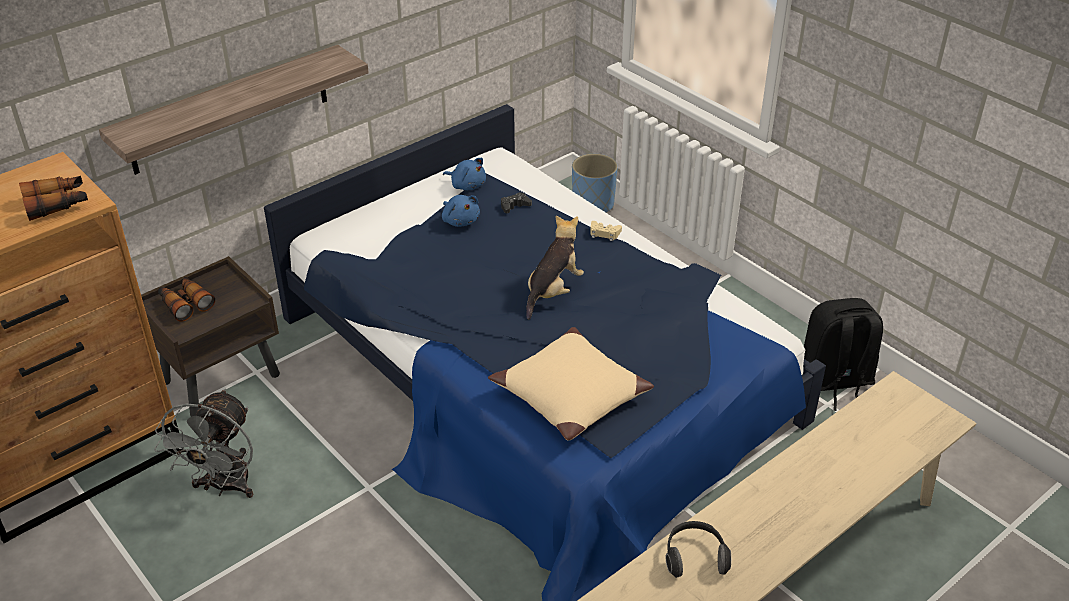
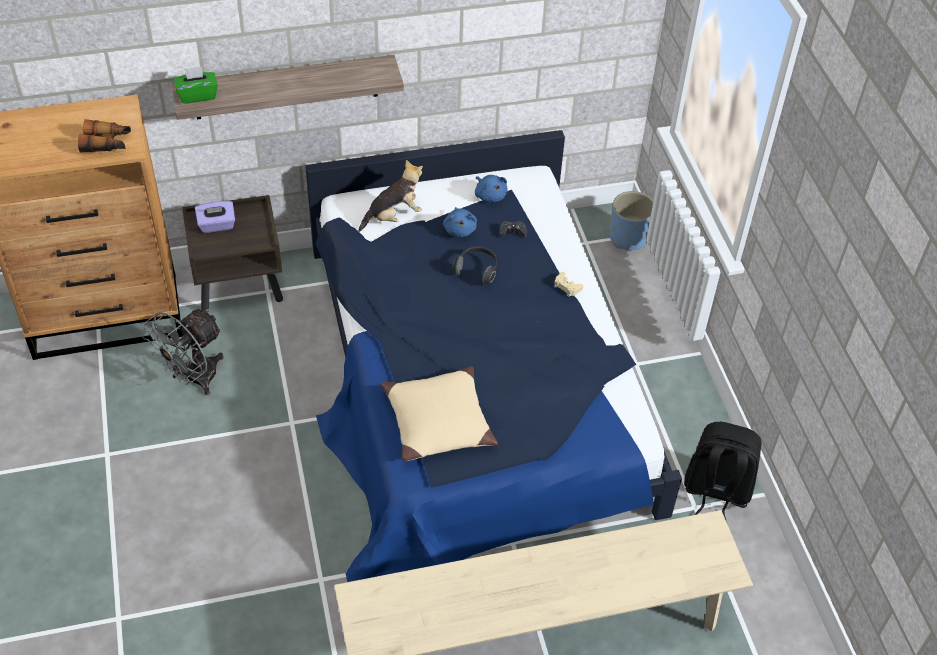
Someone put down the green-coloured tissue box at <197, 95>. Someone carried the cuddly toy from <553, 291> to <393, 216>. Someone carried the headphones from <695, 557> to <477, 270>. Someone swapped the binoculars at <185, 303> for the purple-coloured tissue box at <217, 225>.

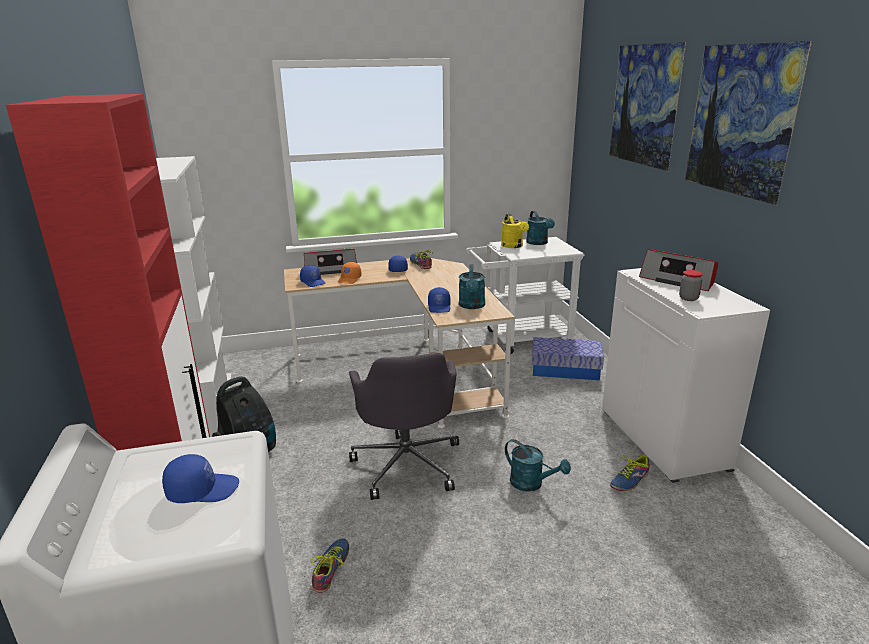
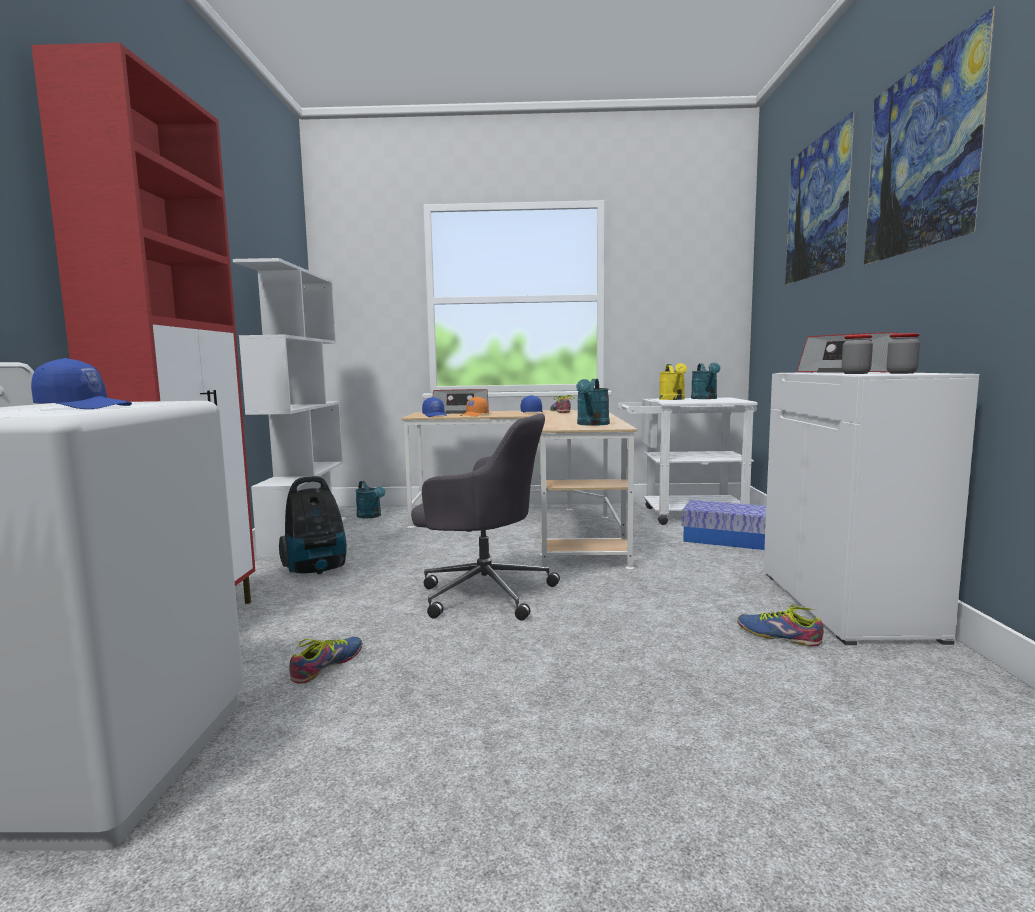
Someone took away the blue peaked cap at <439, 307>. Someone put down the preserve jar at <901, 373>. Someone carried the turquoise-coloured watering pot from <532, 484> to <371, 516>. Someone rotated the grey computer chair at <407, 463> by 75 degrees counterclockwise. Someone rotated the shoe at <630, 480> by 60 degrees clockwise.

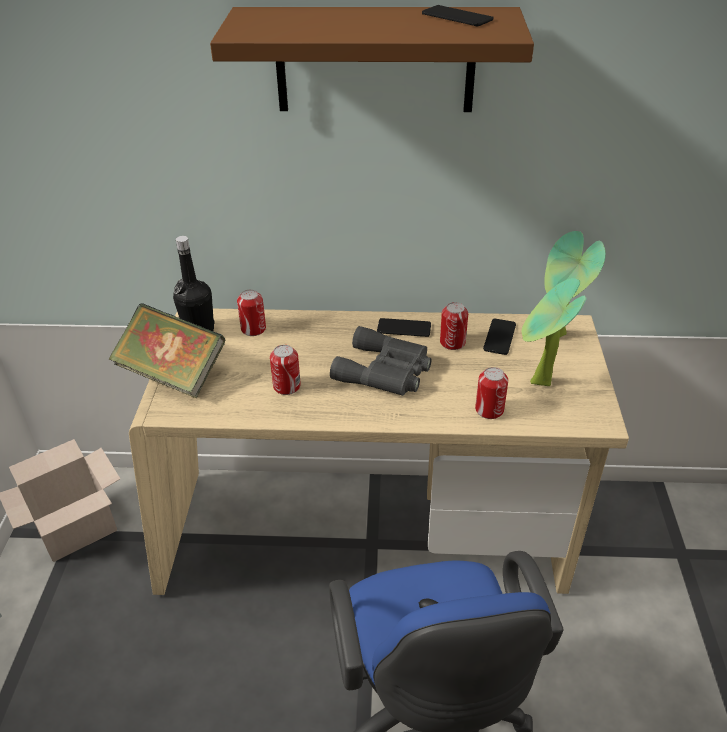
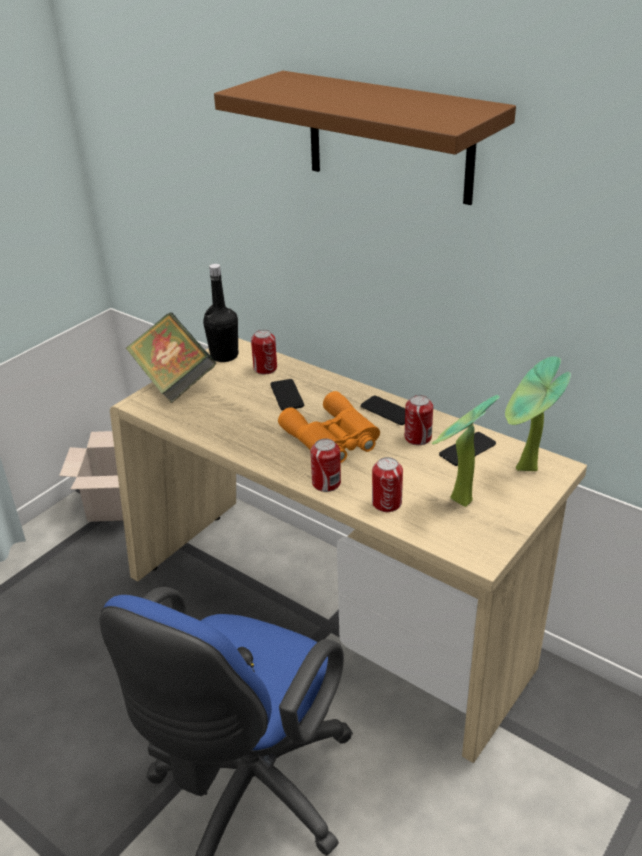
Someone carried the metal can from <287, 386> to <326, 483>. Someone carried the phone from <457, 17> to <287, 395>. Someone repainted the grey binoculars at <385, 371>, which became the orange binoculars at <333, 438>.

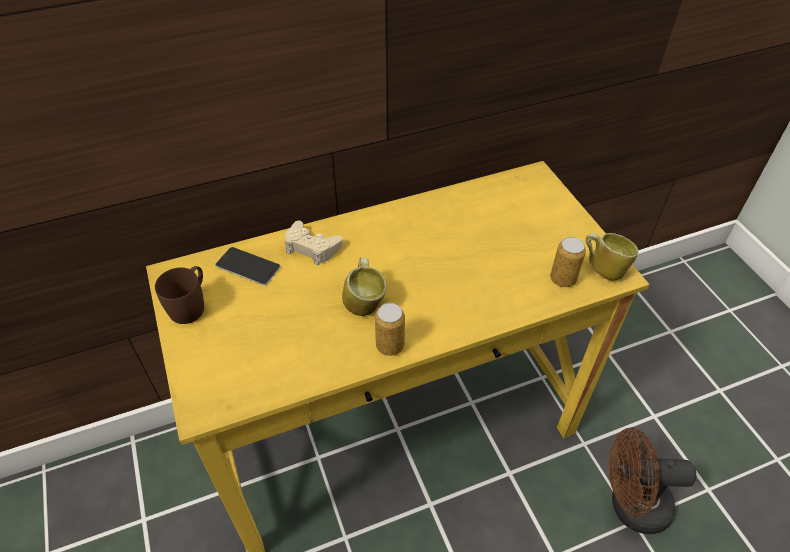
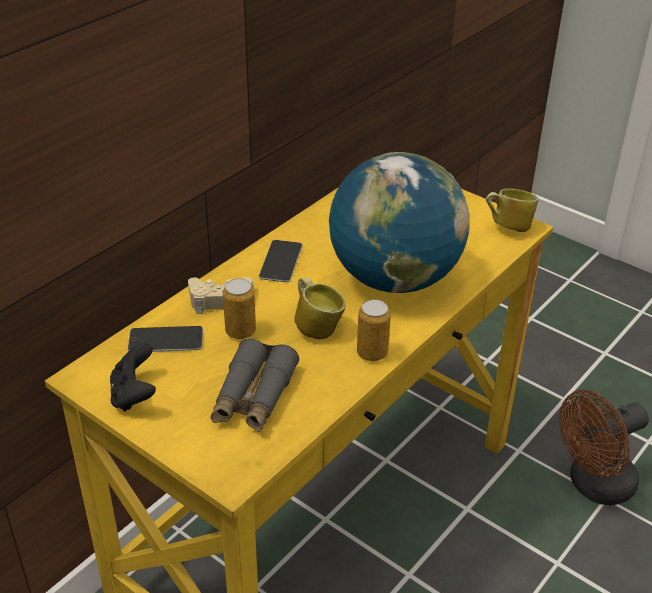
Someone put down the grey binoculars at <253, 397>. Someone put down the phone at <281, 261>. Someone put down the world globe at <394, 279>. Someone carried the metal can from <562, 279> to <240, 331>. Someone swapped the brown-coloured coffee mug at <191, 305> for the black-coloured game controller at <134, 395>.

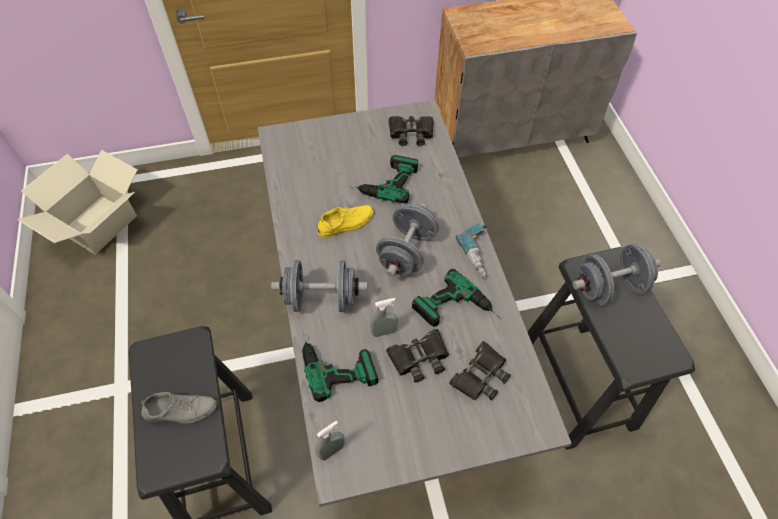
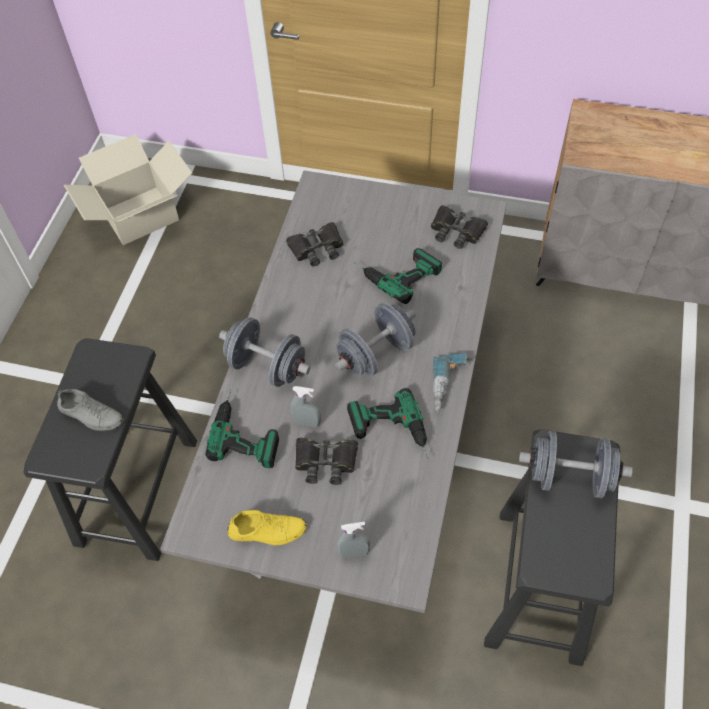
Someone carried the grey spray bottle from <331, 451> to <354, 553>. Someone carried the yellowish shoe from <346, 223> to <267, 531>. Someone carried the black-coloured binoculars from <480, 375> to <317, 248>.

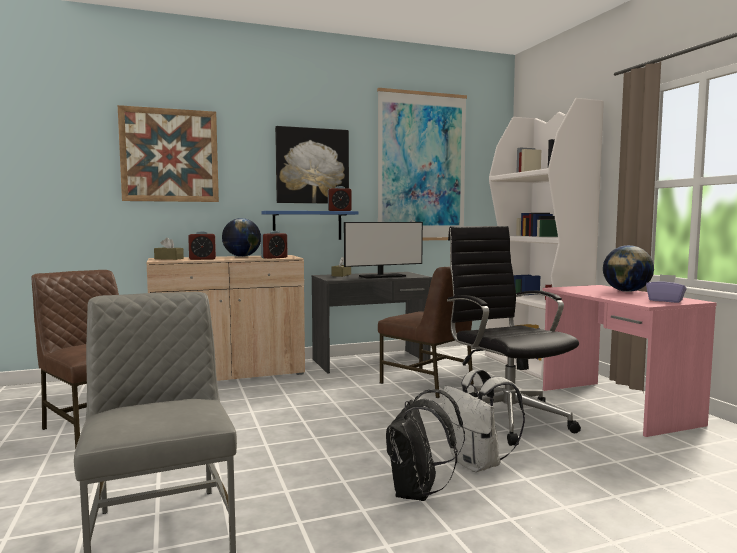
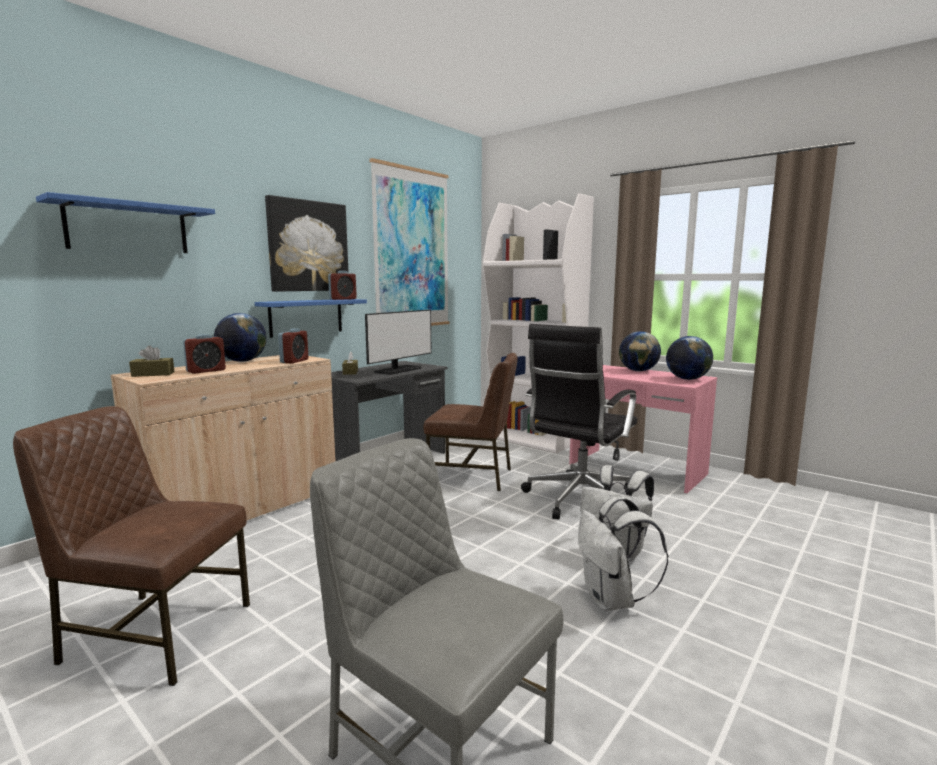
Someone swapped the wall picture at <170, 155> for the blue wall shelf at <128, 228>. Someone swapped the purple-coloured tissue box at <665, 300> for the world globe at <687, 379>. Someone repainted the black-coloured knapsack at <418, 493>, which became the white-coloured knapsack at <612, 600>. Someone rotated the black-coloured computer chair at <505, 418> by 90 degrees counterclockwise.

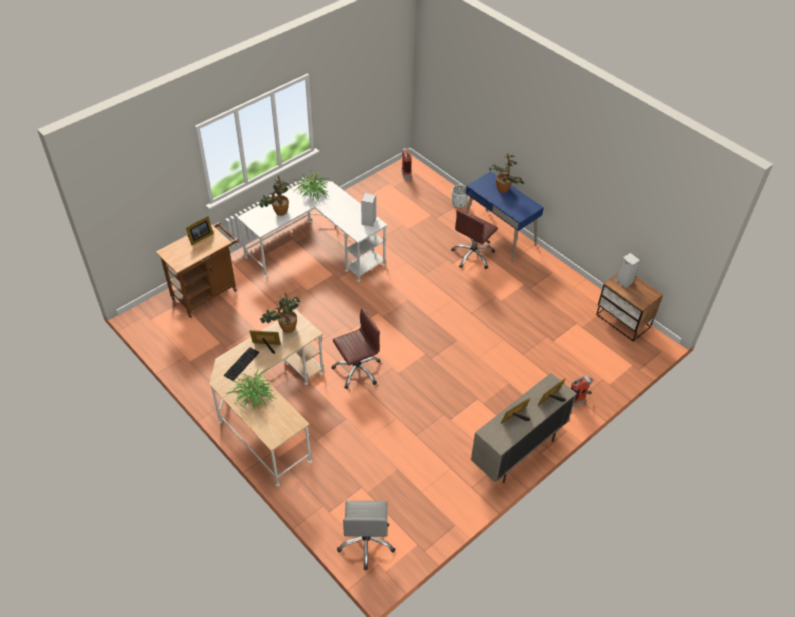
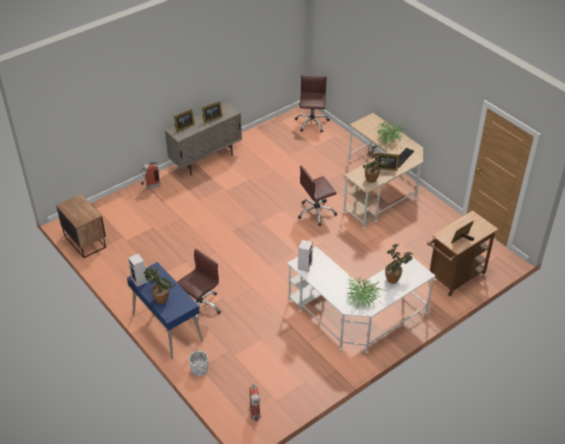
Someone carried the speaker from <623, 281> to <140, 281>. Someone repainted the grey computer chair at <366, 542>, which became the brown-coloured computer chair at <311, 123>.

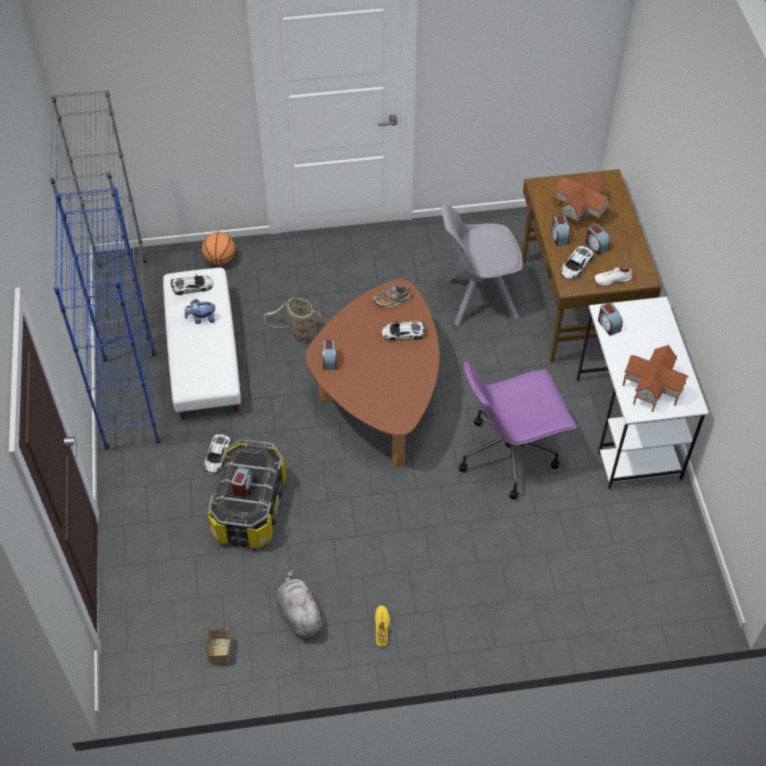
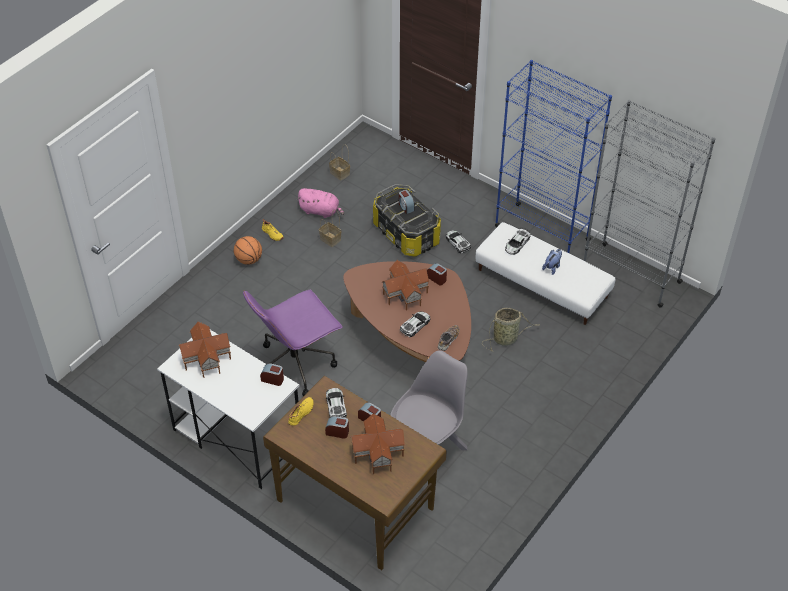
Someone put down the household basket at <331, 239>. Someone put down the toy house at <405, 293>. Someone carried the miniature car from <192, 287> to <517, 244>. Someone carried the basketball ball from <220, 259> to <249, 260>. Someone repainted the grey cuddly toy at <299, 614>, which became the pink cuddly toy at <321, 211>. Someone repainted the white-coloured shoe at <611, 279>, which became the yellowish shoe at <302, 414>. Someone rotated the purple-coloured computer chair at <509, 454> by 150 degrees counterclockwise.

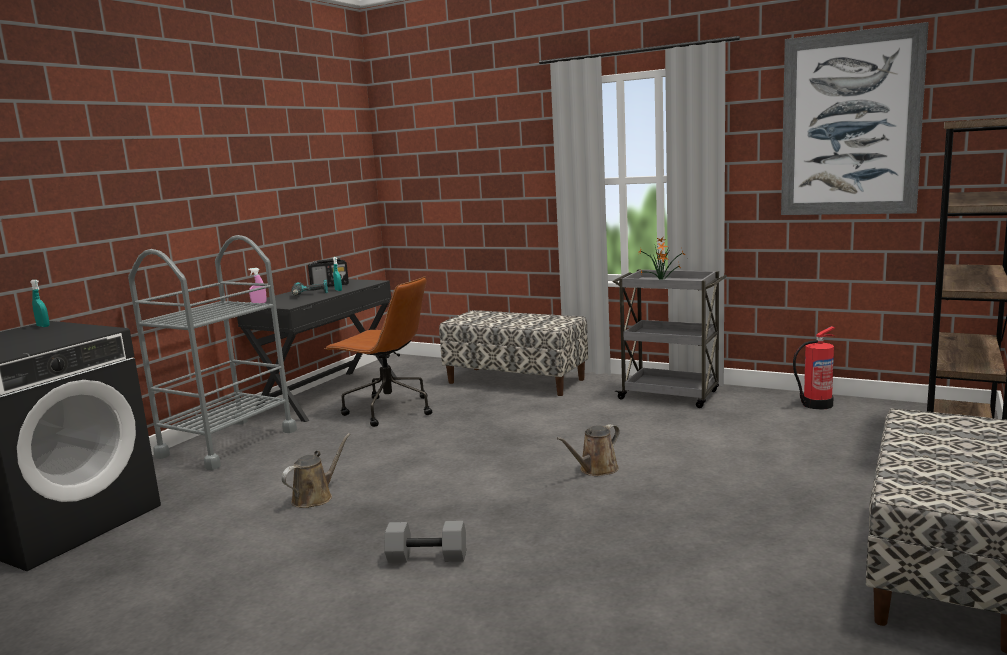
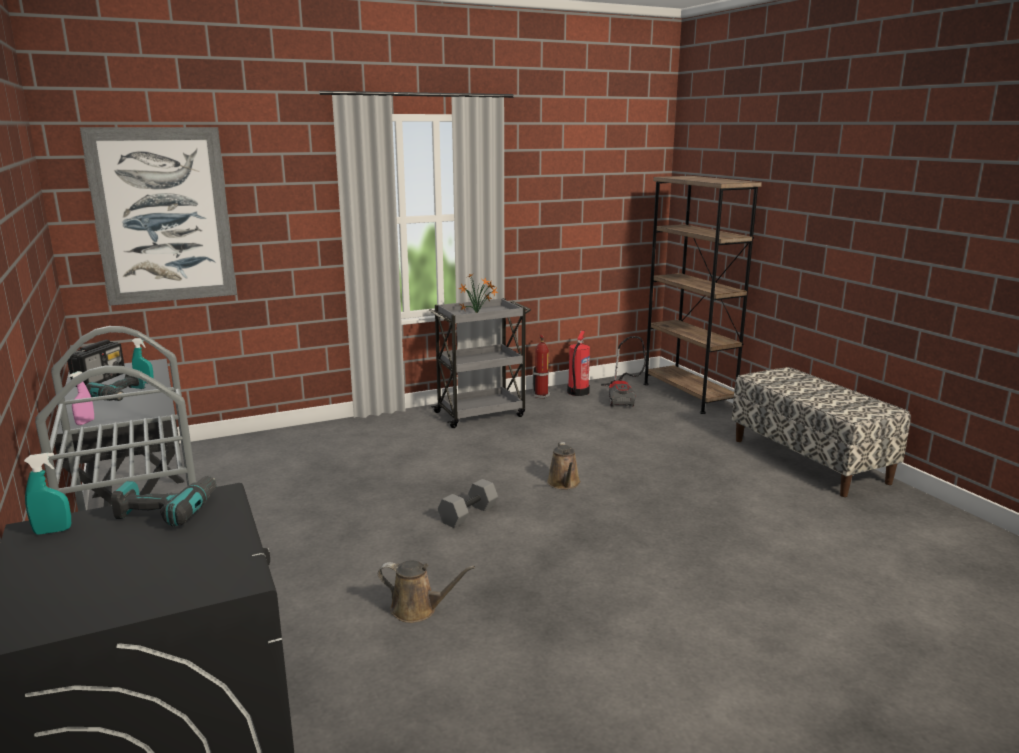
Someone took away the brown-coloured computer chair at <388, 410>. Someone took away the indoor bench at <516, 381>. Someone put down the power drill at <167, 510>. Someone put down the fire extinguisher at <541, 396>. Someone put down the vacuum cleaner at <621, 398>. Someone carried the grey hand weight from <428, 556> to <468, 514>. Someone carried the wall picture from <850, 125> to <163, 216>. Someone rotated the brown-coloured watering pot at <315, 497> by 120 degrees clockwise.

